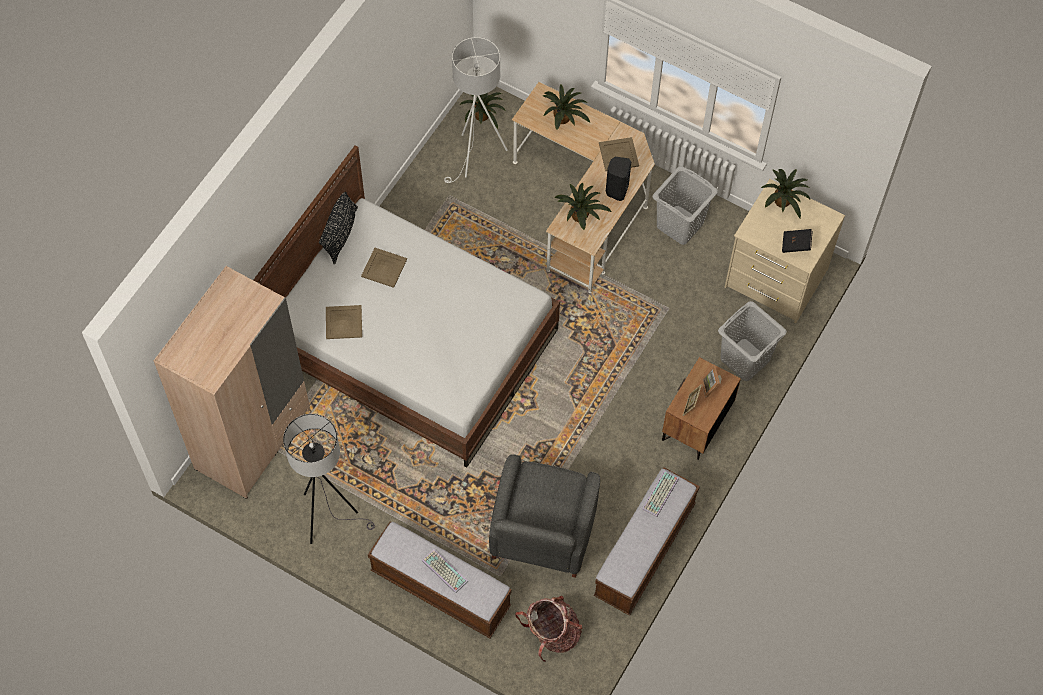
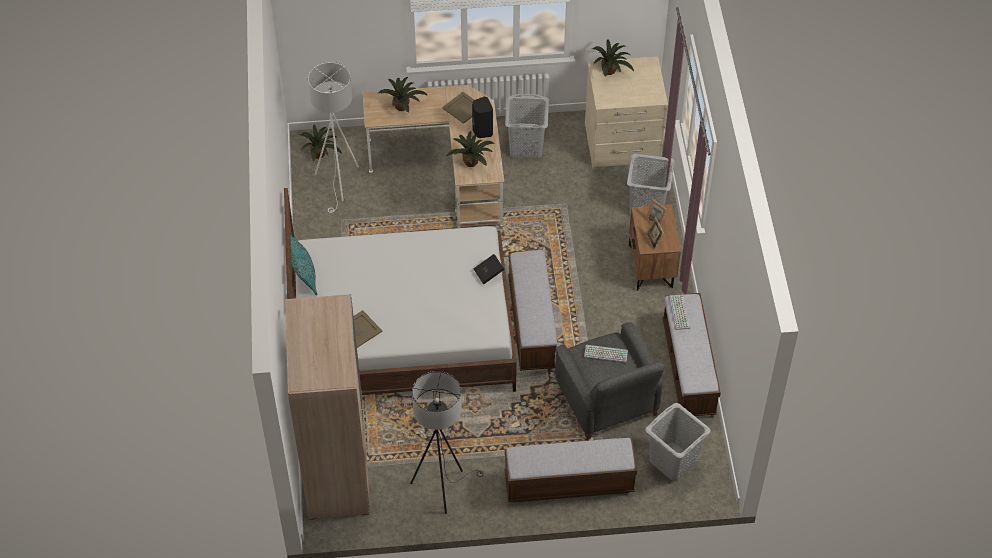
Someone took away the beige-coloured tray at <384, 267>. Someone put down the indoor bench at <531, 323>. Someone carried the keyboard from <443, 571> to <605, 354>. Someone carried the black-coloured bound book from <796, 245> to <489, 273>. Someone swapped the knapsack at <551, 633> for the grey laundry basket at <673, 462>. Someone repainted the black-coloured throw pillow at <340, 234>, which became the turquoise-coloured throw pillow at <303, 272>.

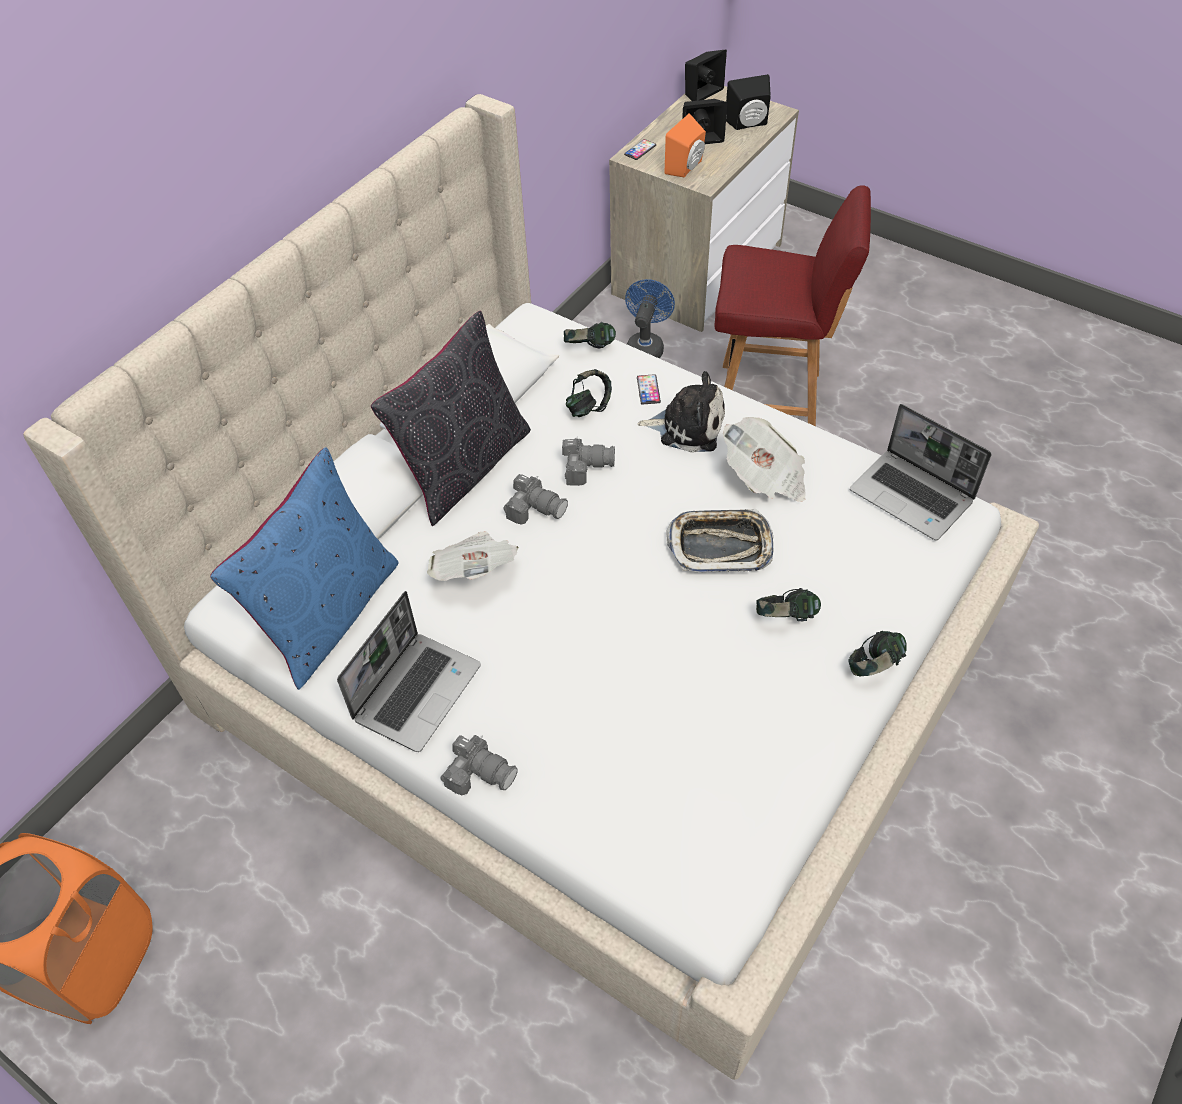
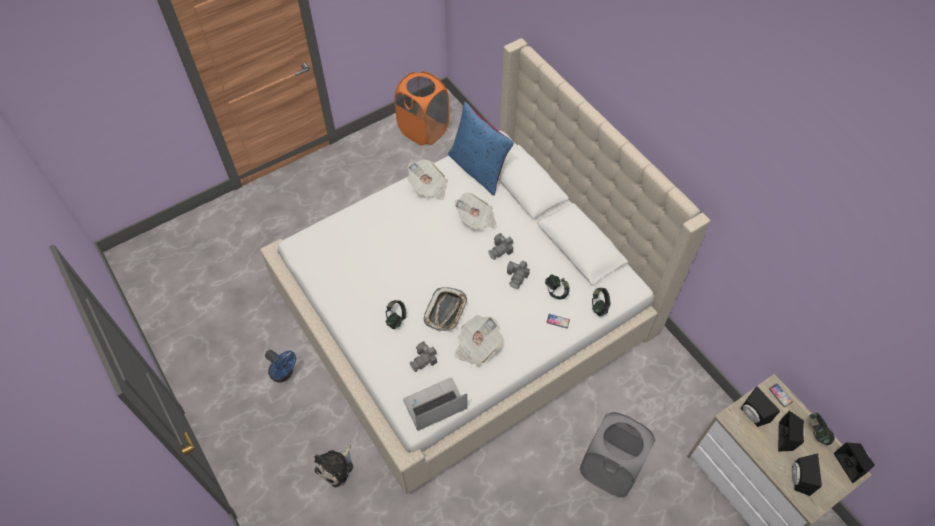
Someone took away the black-coloured throw pillow at <464, 467>. Someone carried the photo camera from <479, 773> to <424, 360>. Someone carried the blue cooling fan from <646, 346> to <284, 374>. Someone carried the cuddly toy from <687, 426> to <336, 467>. Someone carried the headphones from <874, 667> to <816, 432>. Someone swapped the laptop at <417, 691> for the newspaper at <428, 187>. Someone swapped the red-coloured chair at <771, 401> for the grey laundry basket at <610, 468>. Someone repainted the orange speaker at <687, 167>, which became the black-coloured speaker at <752, 415>.

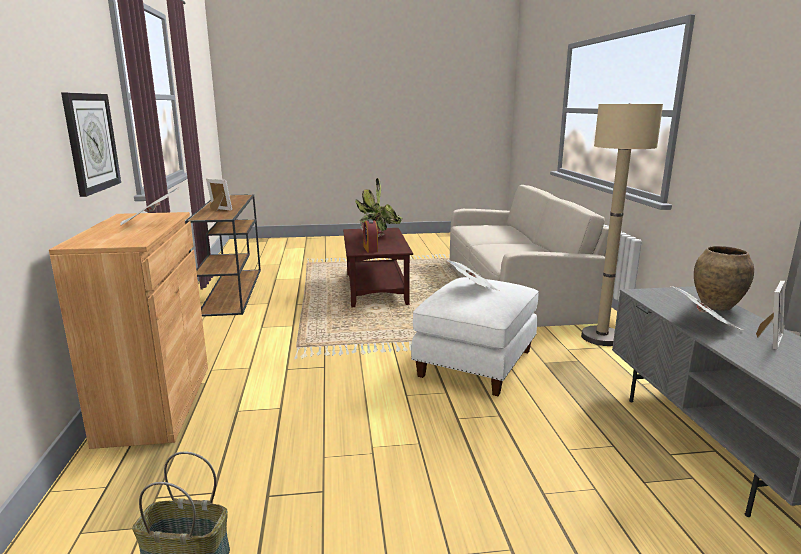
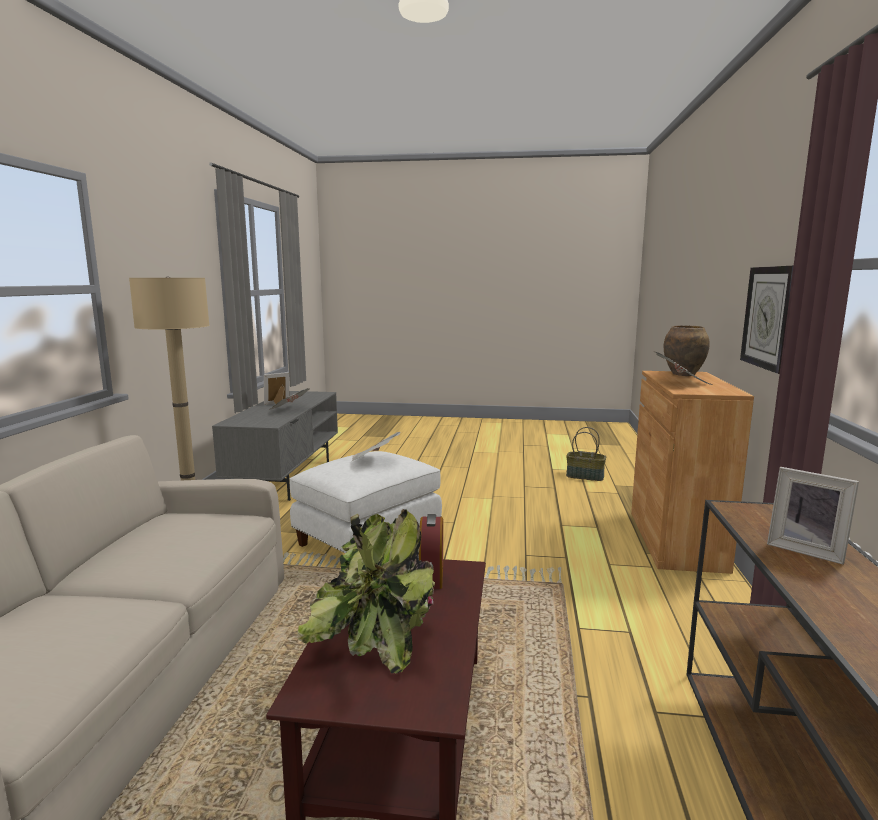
Someone carried the brown-coloured vase from <716, 306> to <684, 374>.

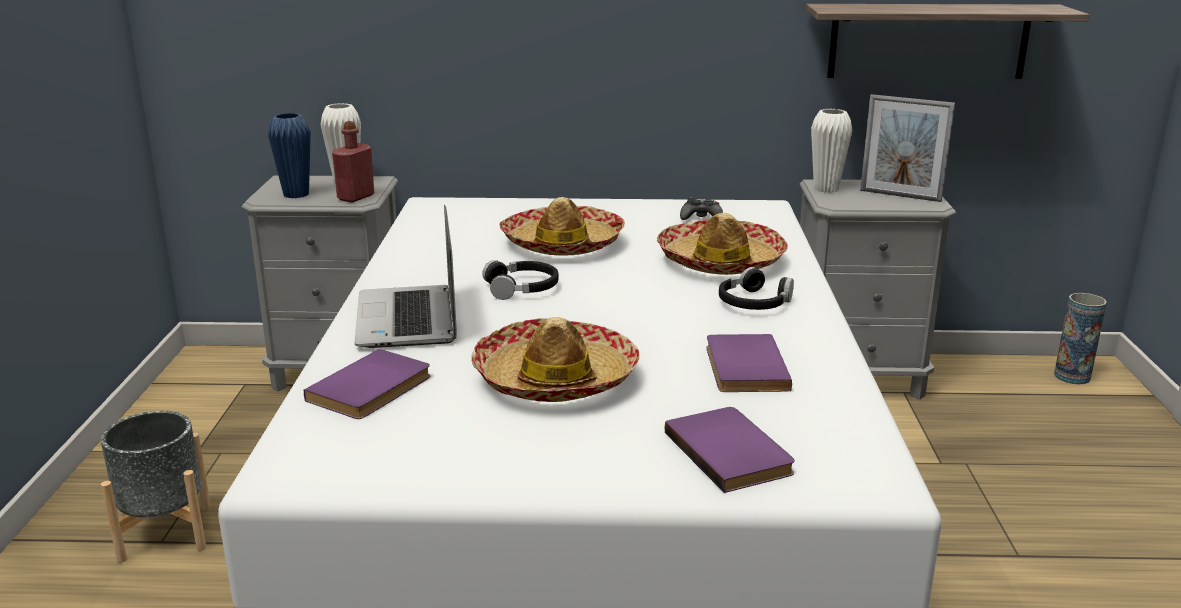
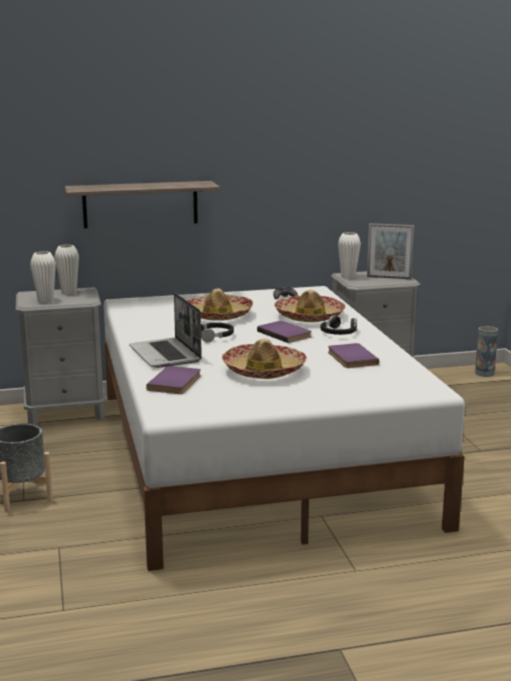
Someone took away the red-coloured drink bottle at <356, 197>. Someone carried the purple-coloured bound book from <732, 452> to <285, 334>. Someone carried the wall shelf from <928, 41> to <140, 204>. Someone repainted the blue vase at <296, 194>, which became the white-coloured vase at <45, 300>.

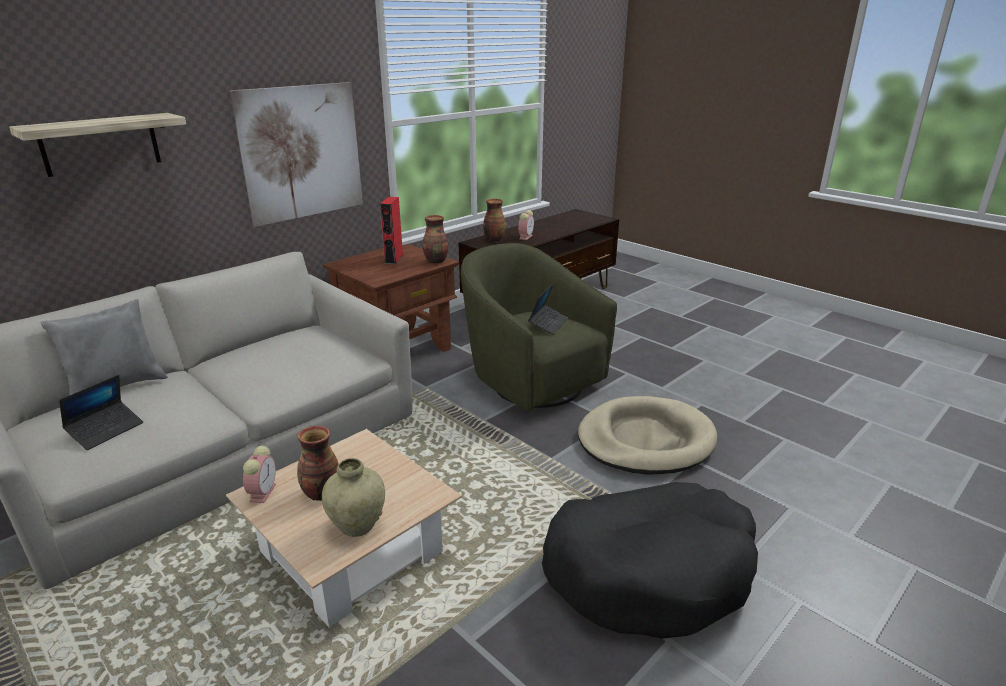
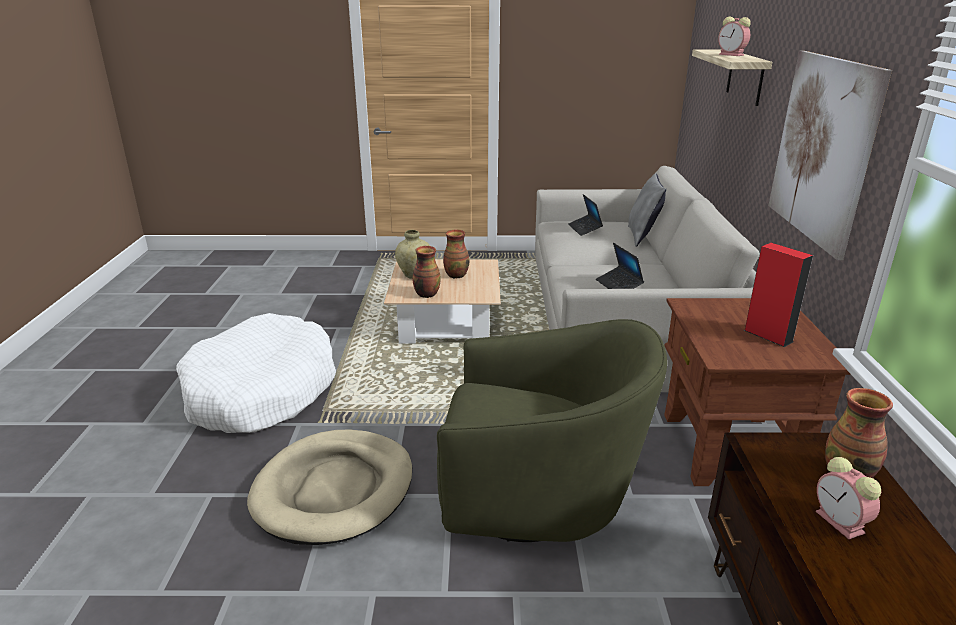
Someone carried the alarm clock from <263, 492> to <732, 55>. Someone carried the vase from <436, 261> to <426, 294>. Someone carried the laptop from <548, 324> to <619, 285>. Someone repainted the black-coloured dog cushion at <649, 572>, which became the white-coloured dog cushion at <261, 391>.

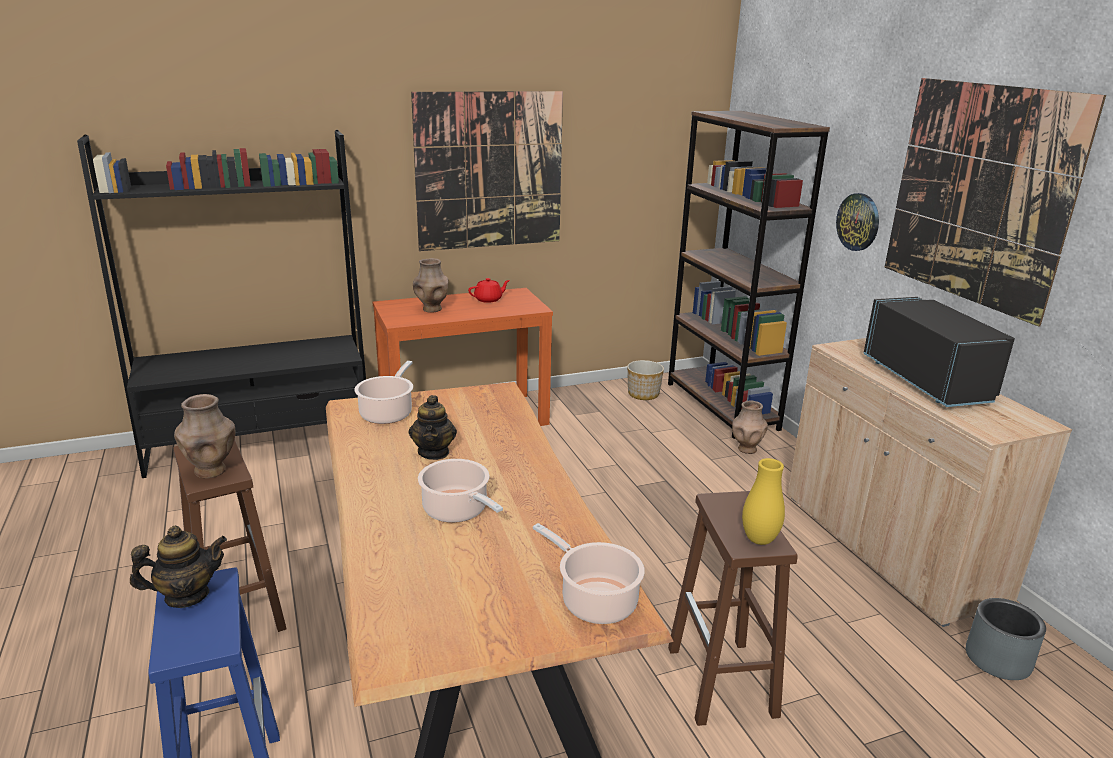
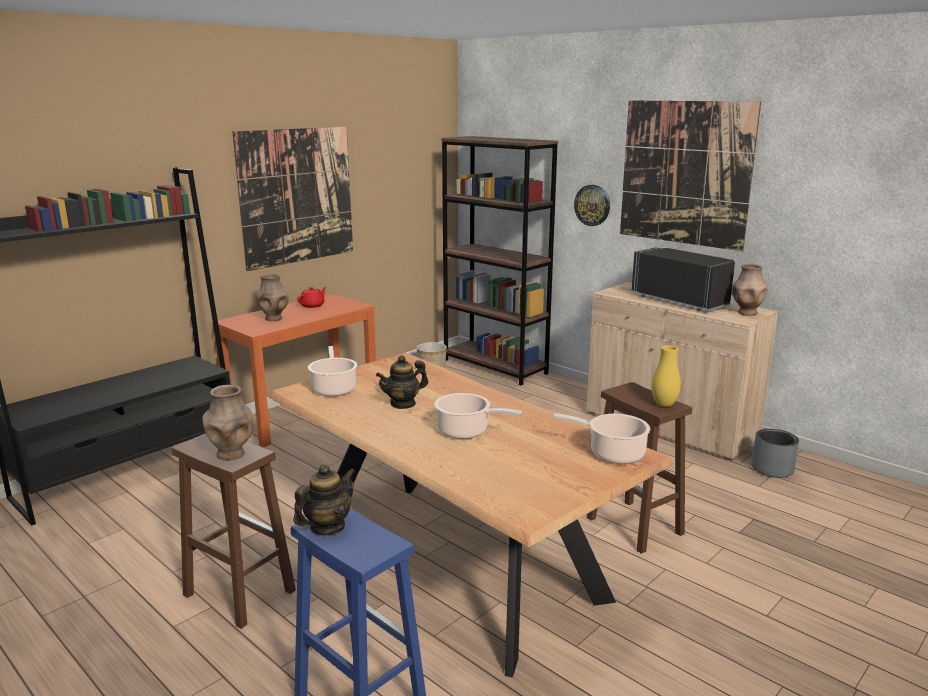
Someone carried the brown-coloured vase from <746, 449> to <746, 313>. Someone rotated the teapot at <434, 452> by 90 degrees clockwise.

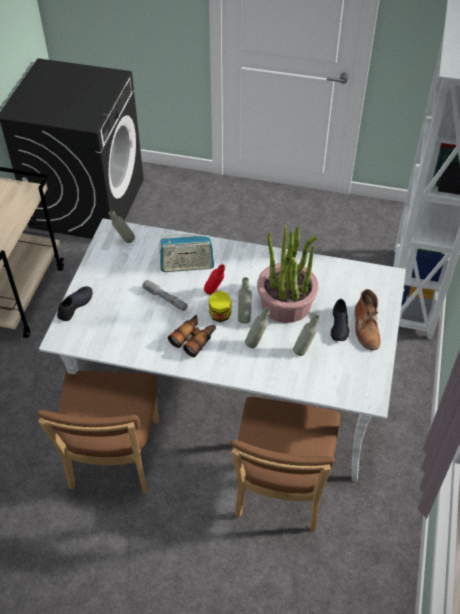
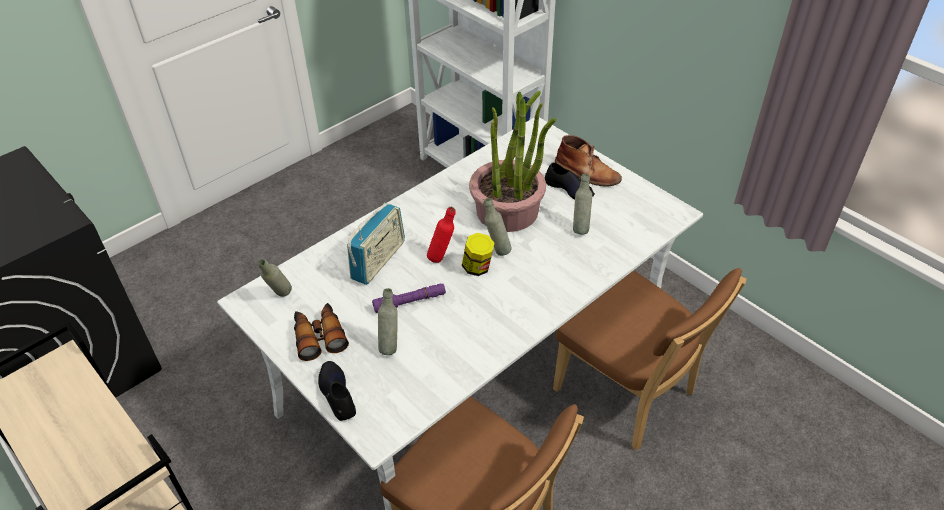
Someone carried the binoculars from <194, 338> to <319, 336>. Someone carried the grey drink bottle from <256, 343> to <390, 345>. Someone repainted the grey torch at <165, 299>, which became the purple-coloured torch at <410, 302>.

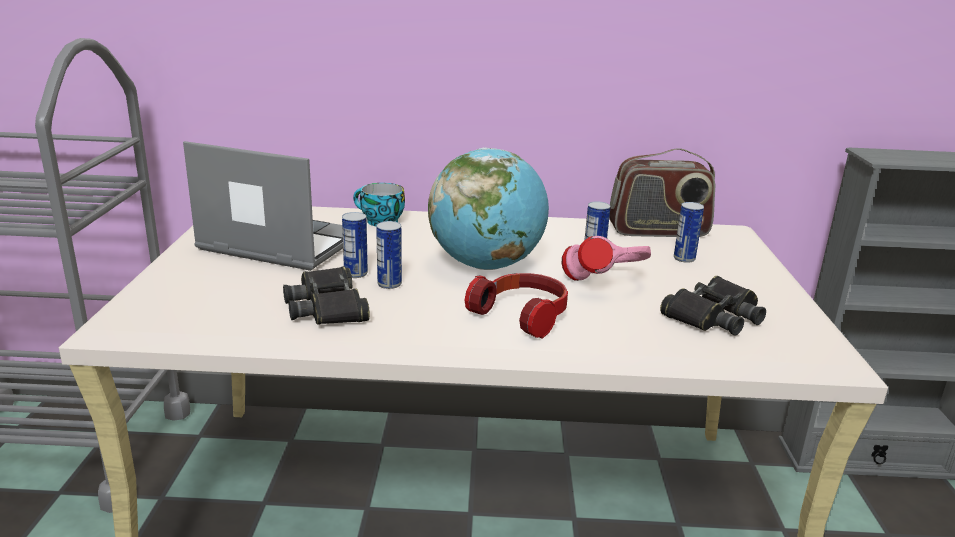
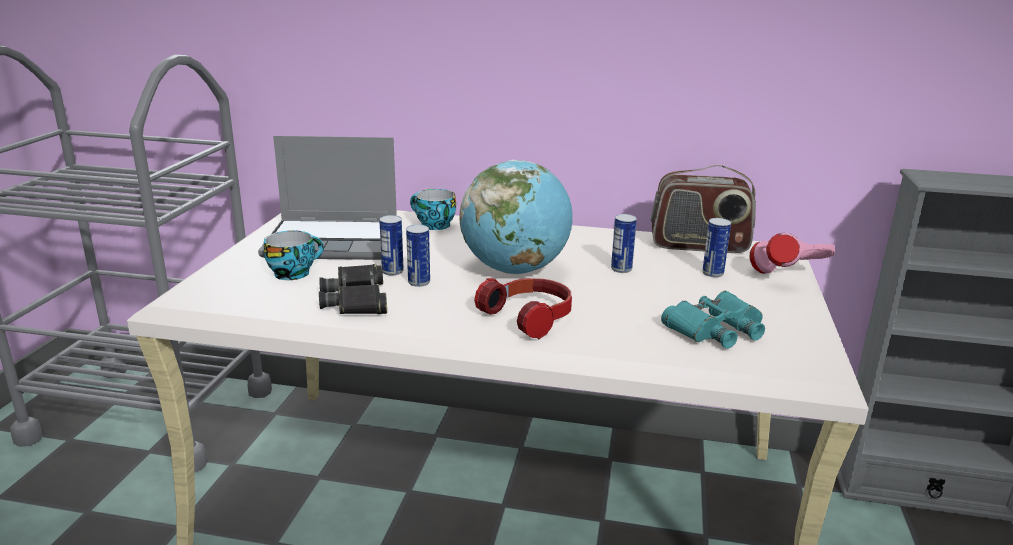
Someone put down the cup at <294, 273>. Someone carried the pink headphones from <605, 284> to <789, 278>. Someone repainted the black-coloured binoculars at <713, 316>, which became the turquoise-coloured binoculars at <715, 329>. Someone rotated the laptop at <278, 244> by 150 degrees clockwise.

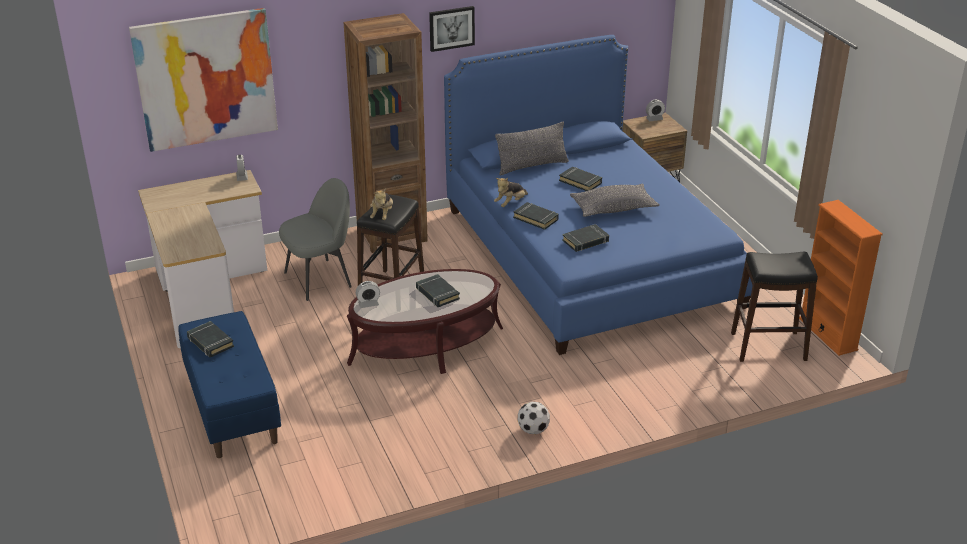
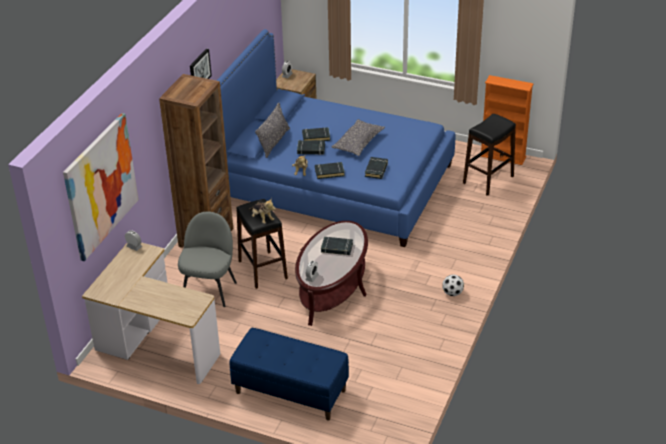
Someone carried the black-coloured bound book from <210, 342> to <311, 149>.

